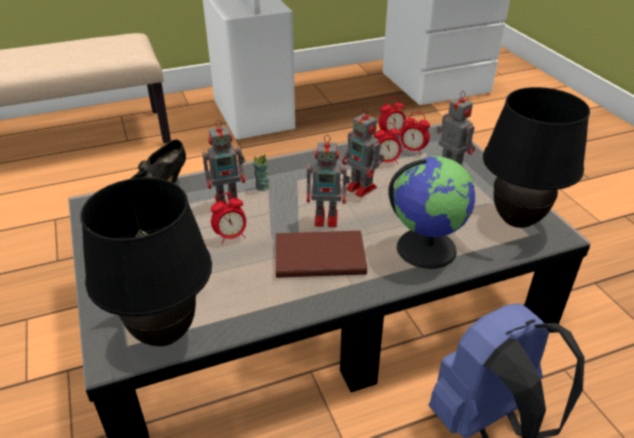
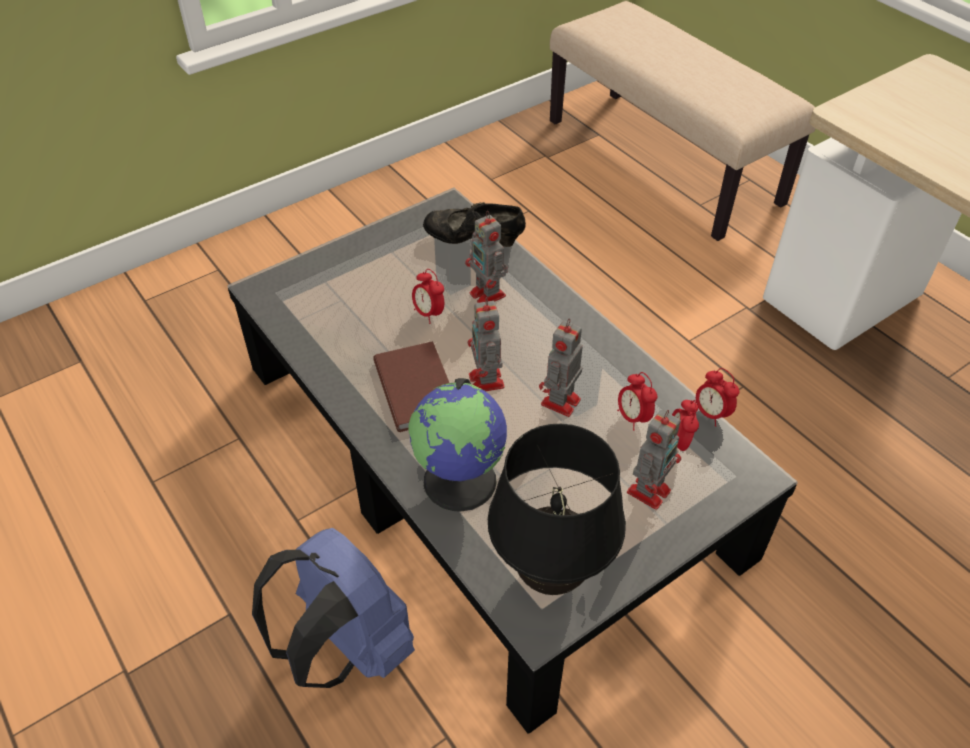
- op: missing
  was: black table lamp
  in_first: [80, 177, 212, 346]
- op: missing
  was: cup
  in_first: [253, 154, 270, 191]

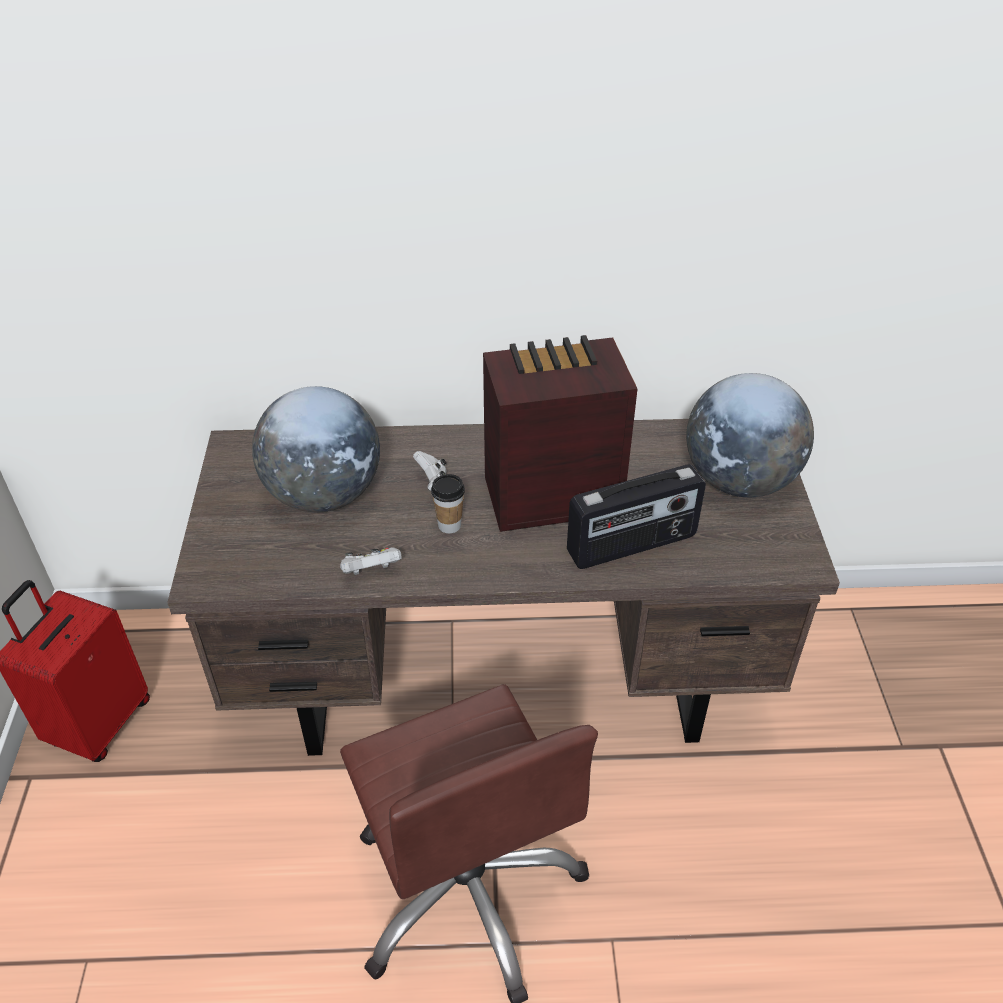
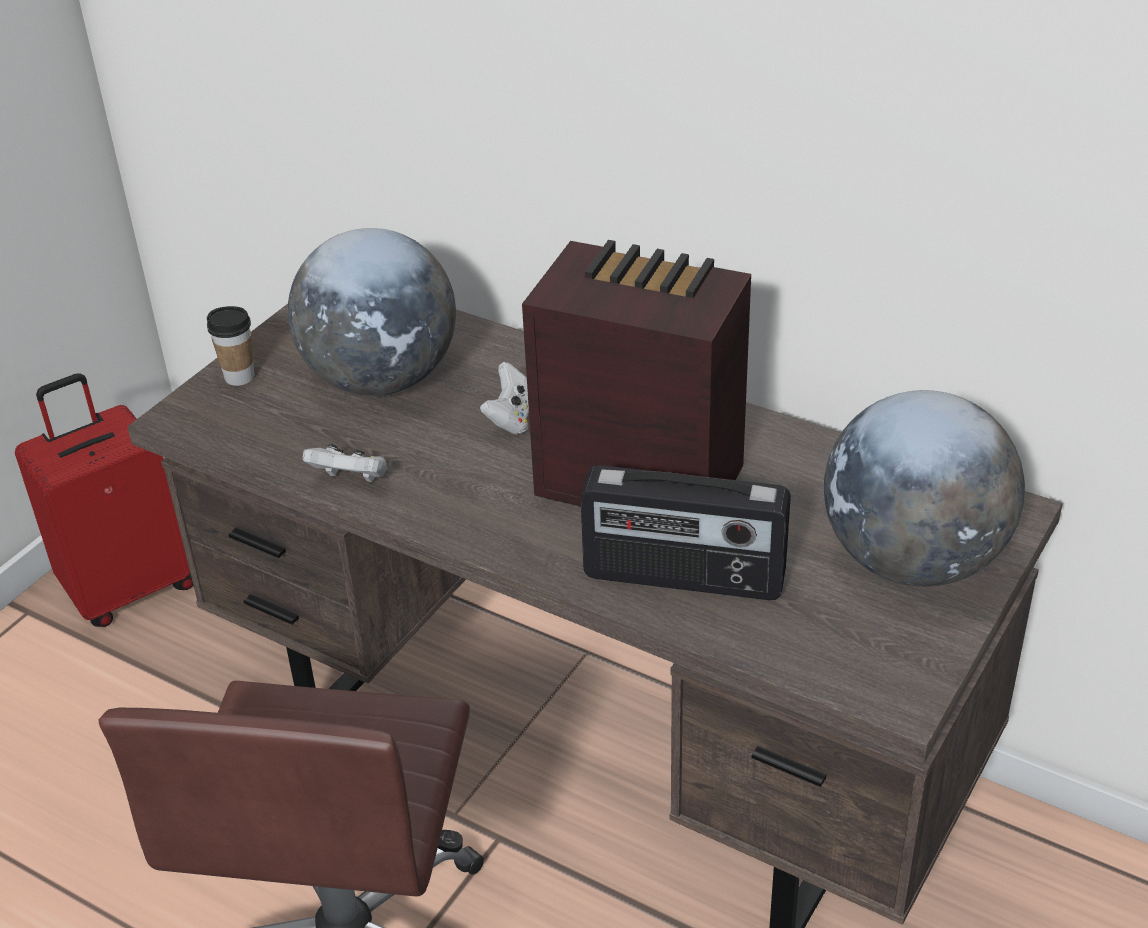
- op: relocated
  was: cup
  in_first: [431, 474, 465, 534]
  in_second: [207, 306, 254, 386]

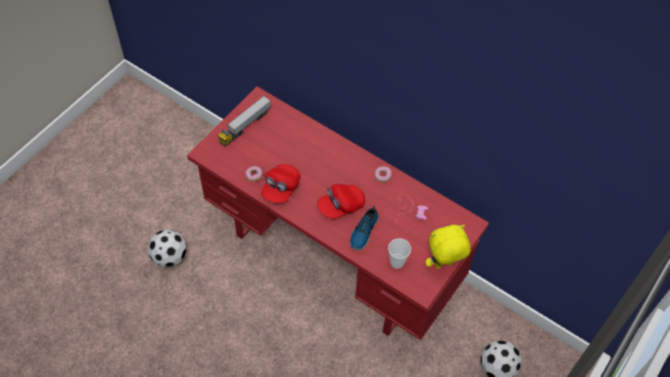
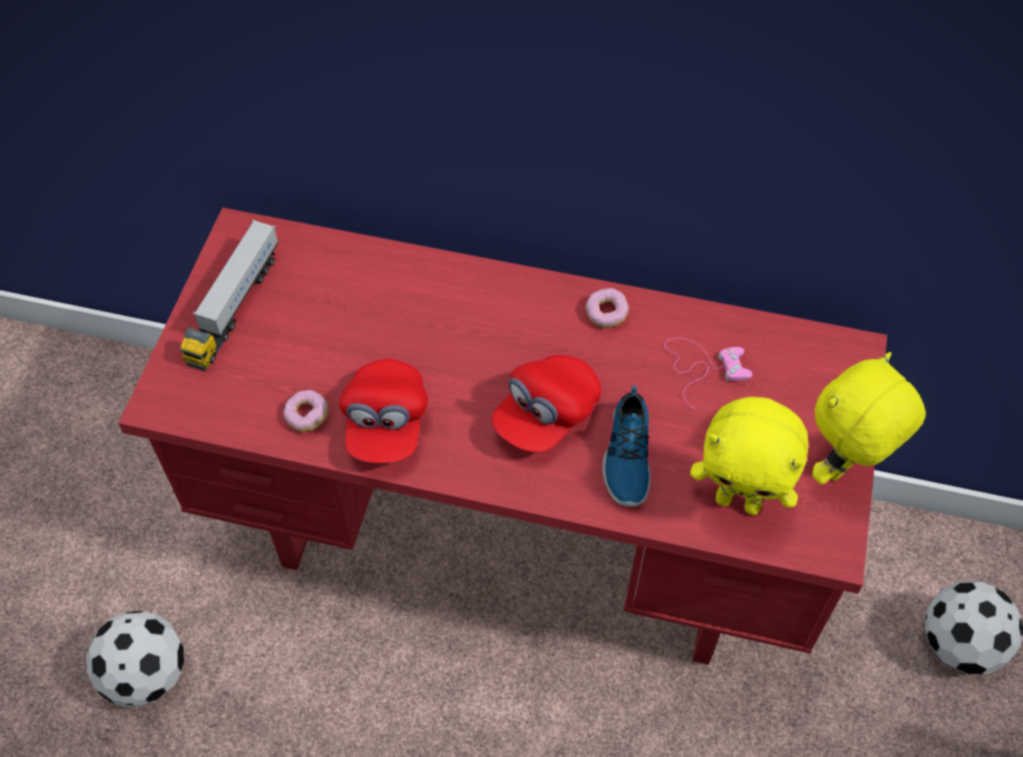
- op: exchanged
  was: cup
  now: yellow plush toy
  in_first: [388, 238, 411, 269]
  in_second: [690, 397, 808, 515]

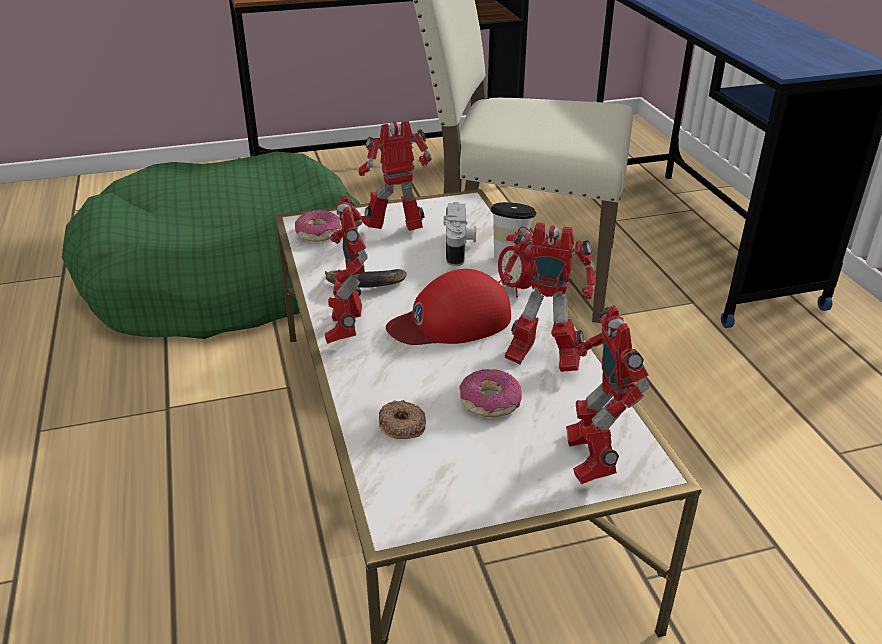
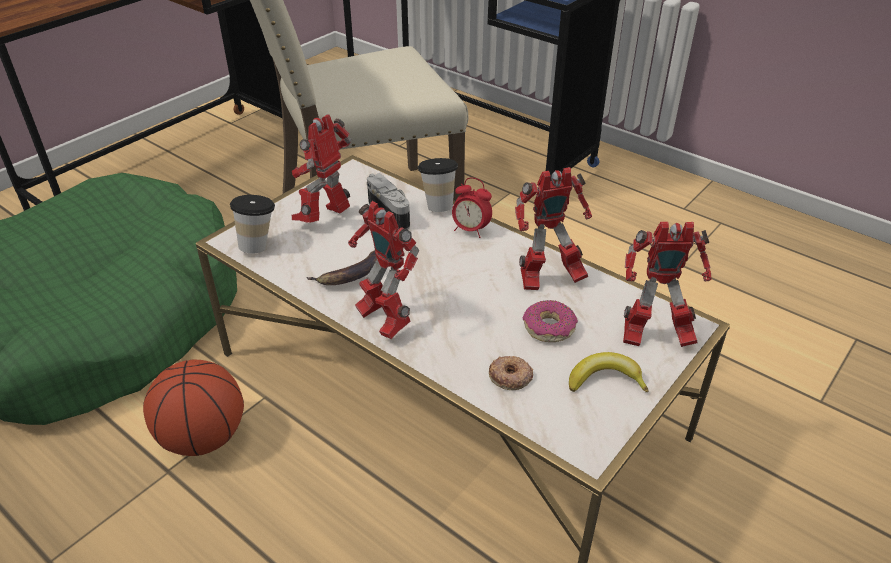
- op: missing
  was: red cap
  in_first: [386, 269, 511, 345]
- op: appeared
  now: basketball
  in_second: [143, 360, 244, 456]
- op: appeared
  now: banana
  in_second: [569, 352, 649, 393]
- op: exchanged
  was: donut
  now: cup
  in_first: [295, 210, 341, 242]
  in_second: [230, 195, 275, 253]
- op: spun
  was: toy robot
  in_first: [566, 305, 649, 484]
  in_second: [623, 222, 711, 347]
  clockwise: -45

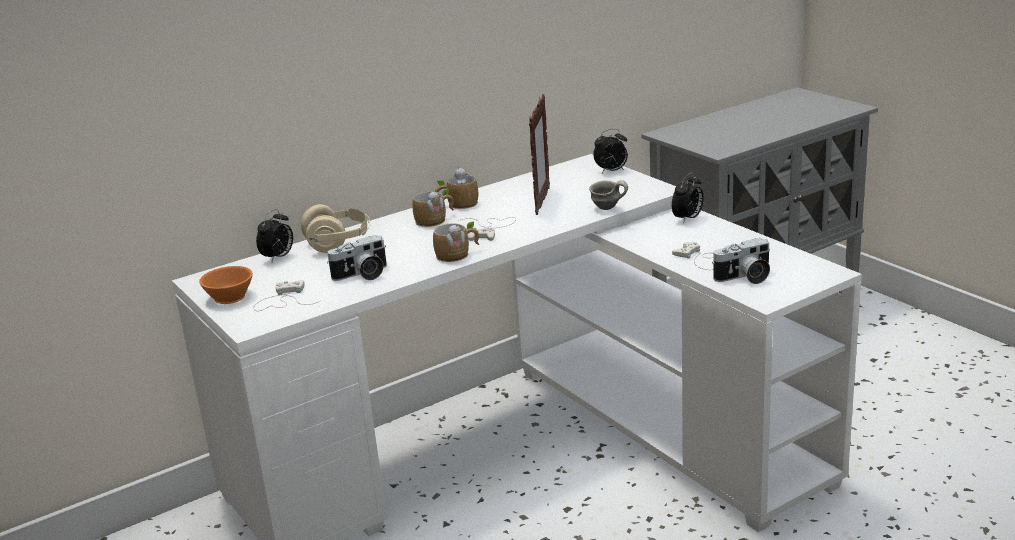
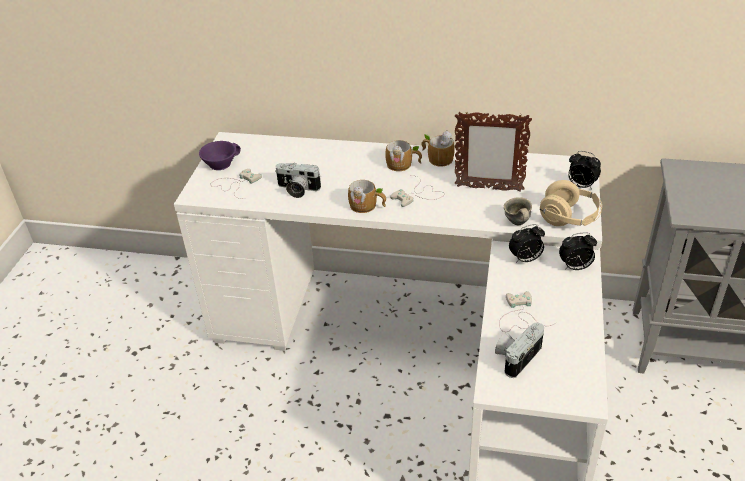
- op: relocated
  was: alarm clock
  in_first: [256, 209, 293, 262]
  in_second: [509, 224, 545, 263]
- op: relocated
  was: beige headphones
  in_first: [301, 204, 370, 253]
  in_second: [540, 180, 602, 226]
- op: colour
  was: orange cup
  now: purple cup
  in_first: [199, 266, 253, 304]
  in_second: [199, 141, 241, 170]
- op: spun
  was: picture frame
  in_first: [529, 94, 550, 215]
  in_second: [455, 111, 532, 192]
  clockwise: 45
- op: spun
  was: photo camera
  in_first: [712, 238, 770, 284]
  in_second: [495, 323, 544, 378]
  clockwise: 105

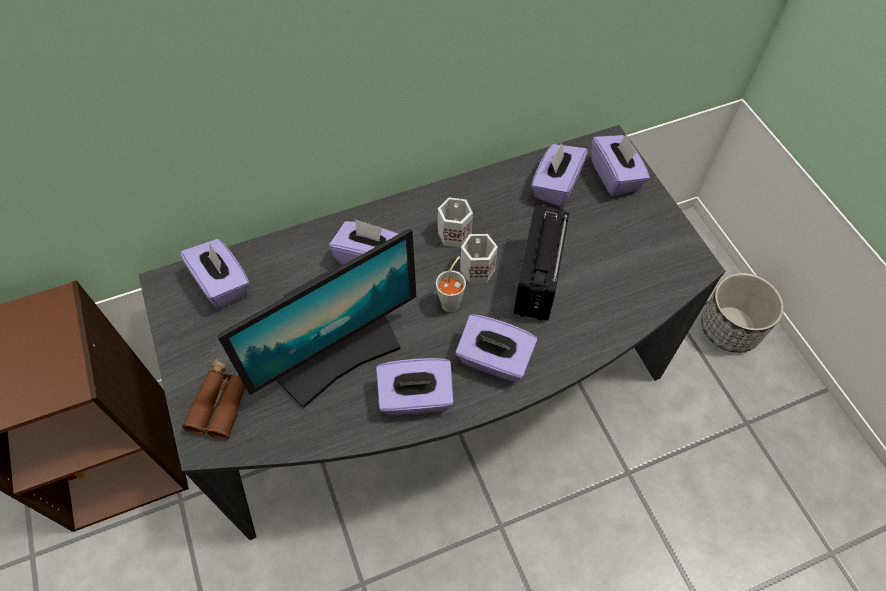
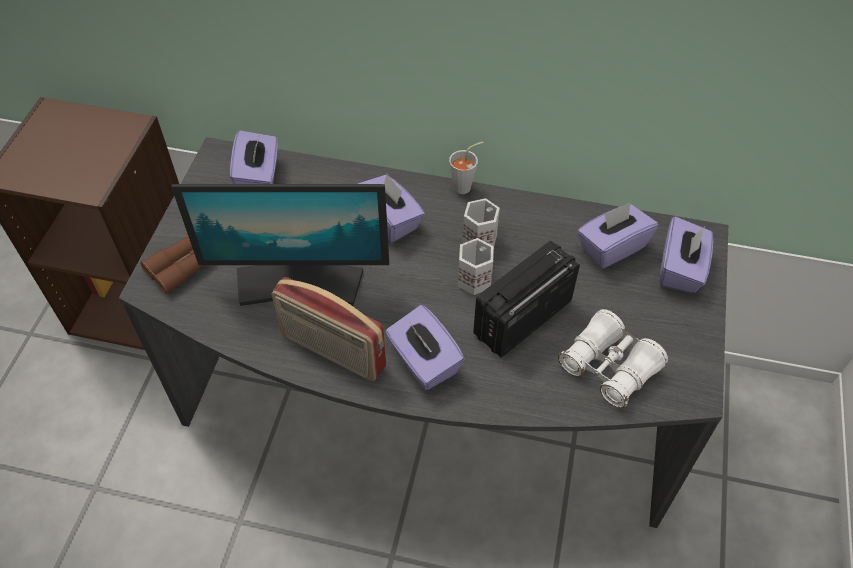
- op: missing
  was: planter
  in_first: [701, 273, 784, 353]
- op: appeared
  now: white binoculars
  in_second: [558, 309, 668, 408]
- op: relocated
  was: grey cup
  in_first: [436, 256, 466, 313]
  in_second: [449, 142, 484, 194]
- op: exchanged
  was: purple tissue box
  now: radio
  in_first: [376, 358, 454, 415]
  in_second: [272, 277, 386, 382]

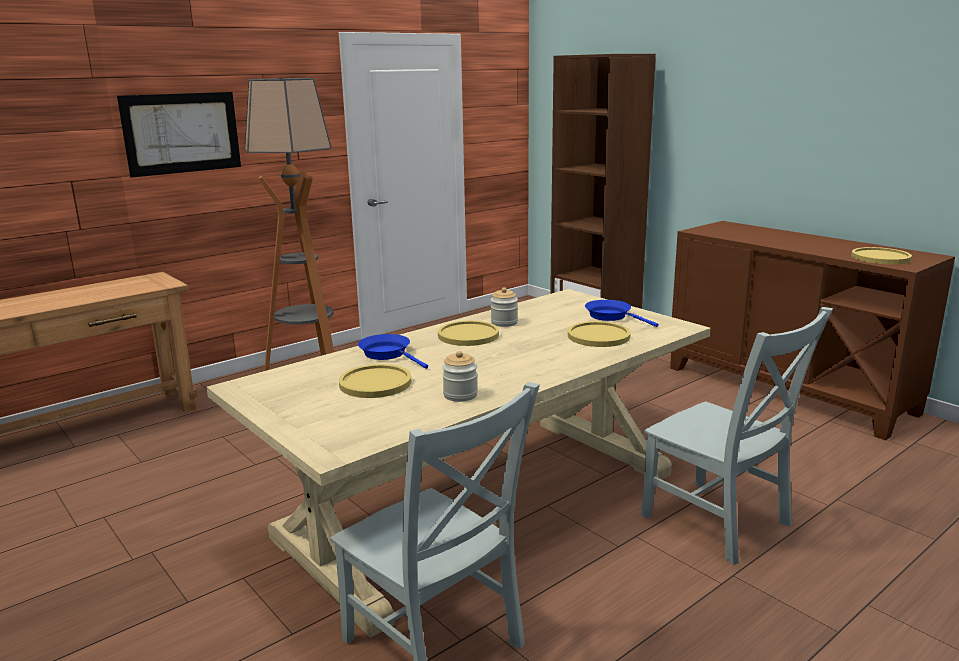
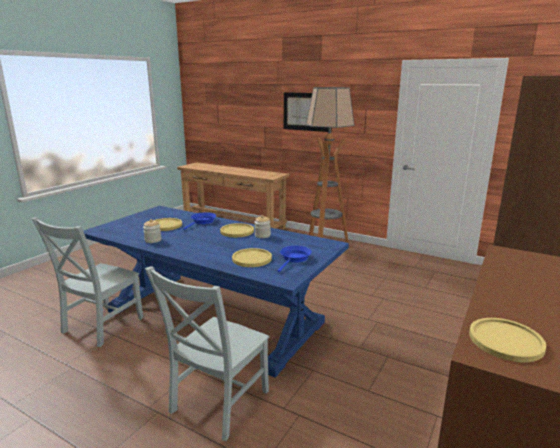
- op: colour
  was: beige dining table
  now: blue dining table
  in_first: [206, 289, 710, 638]
  in_second: [83, 206, 349, 377]

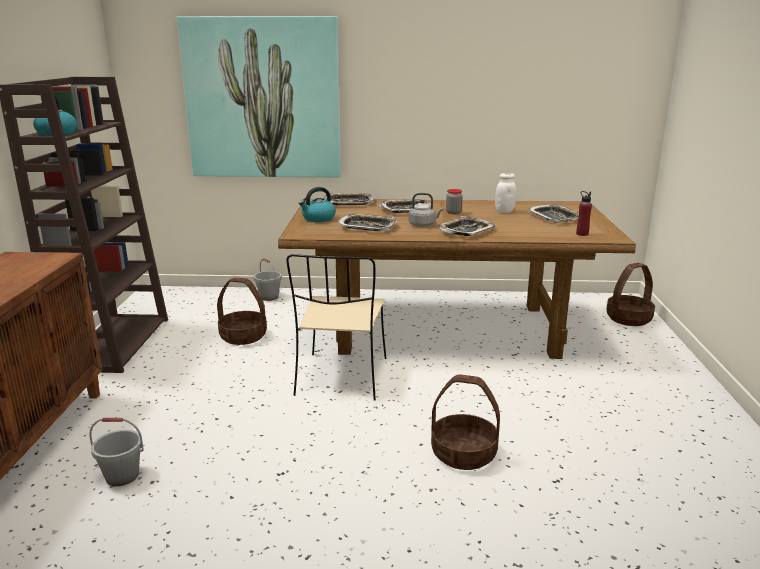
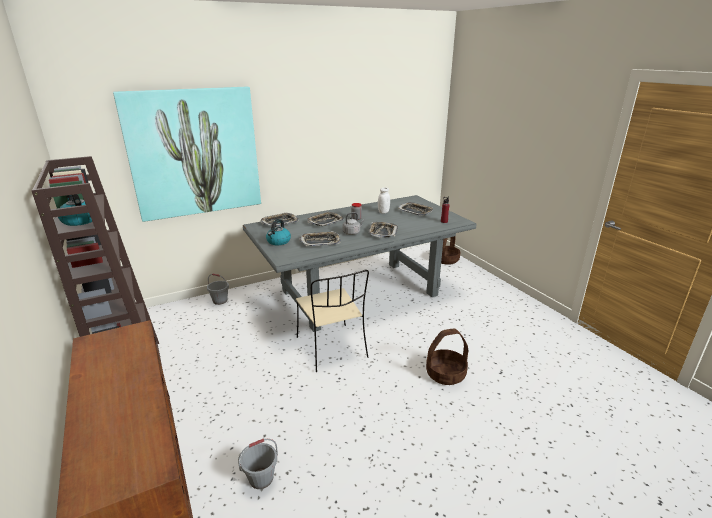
- op: missing
  was: basket
  in_first: [217, 278, 267, 345]
- op: colour
  was: brown dining table
  now: grey dining table
  in_first: [278, 199, 636, 359]
  in_second: [243, 195, 477, 332]

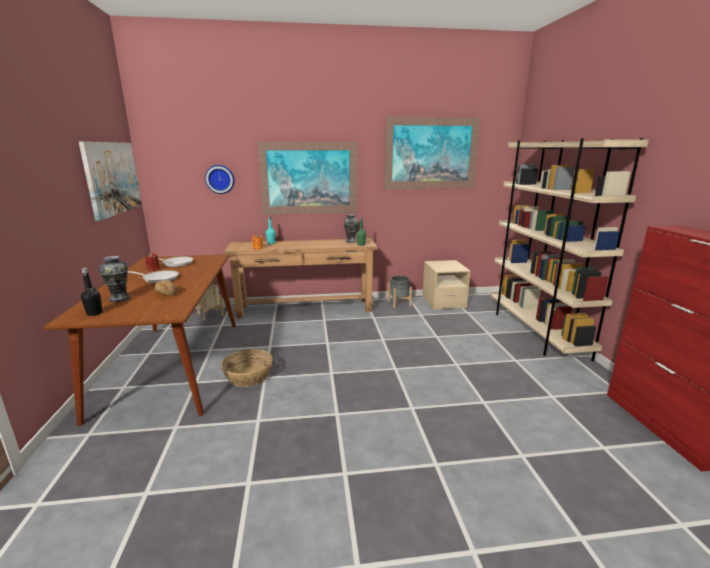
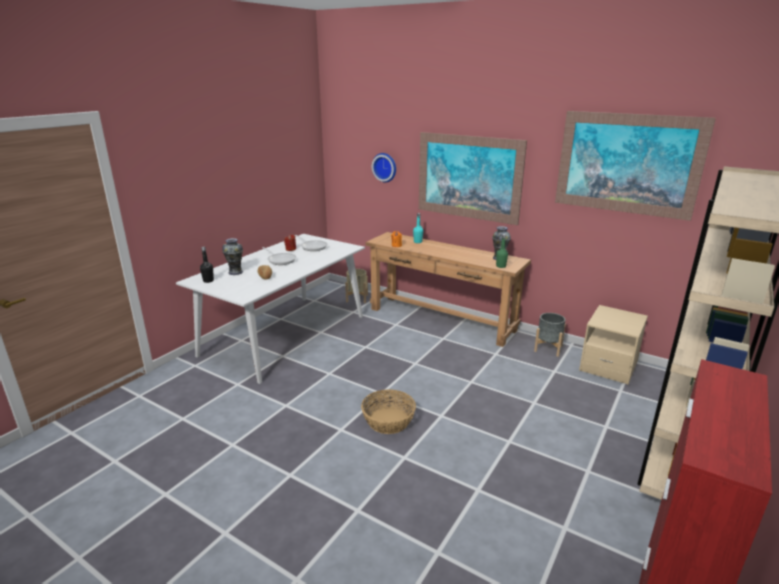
- op: missing
  was: picture
  in_first: [79, 142, 142, 221]
- op: relocated
  was: basket
  in_first: [221, 349, 273, 387]
  in_second: [361, 389, 416, 434]
- op: colour
  was: brown dining table
  now: white dining table
  in_first: [43, 254, 236, 426]
  in_second: [176, 234, 365, 384]

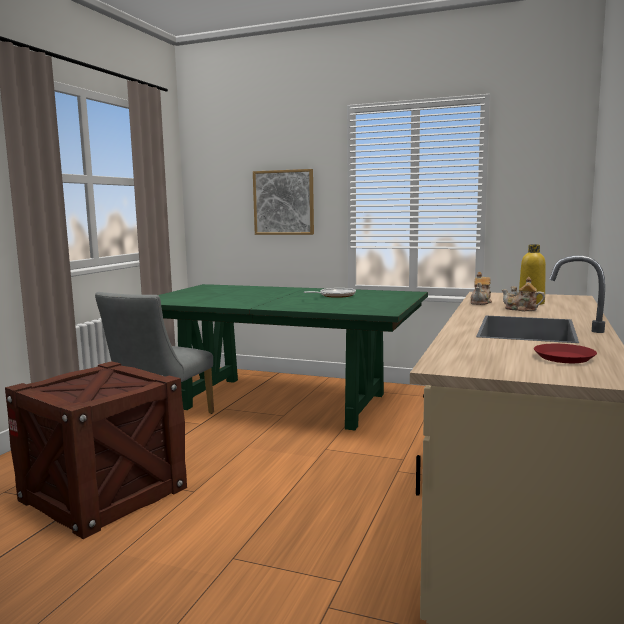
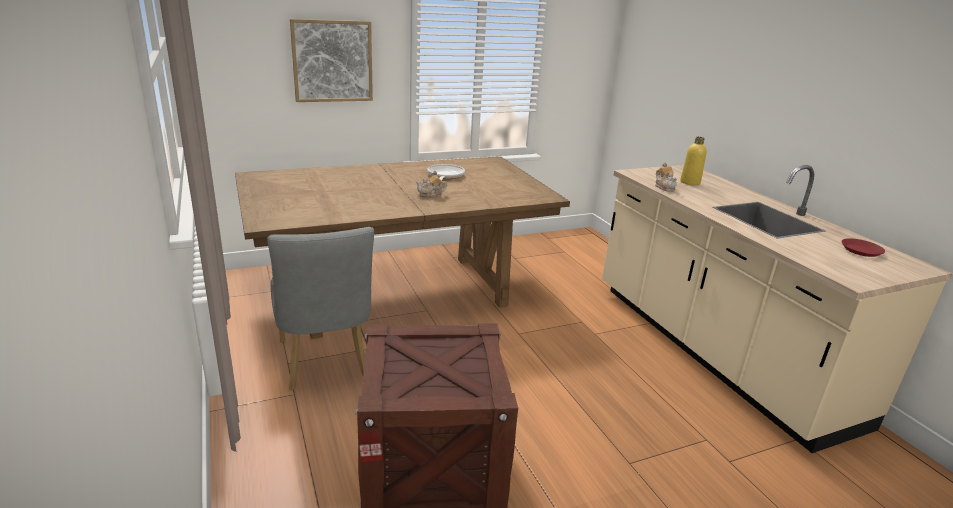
- op: relocated
  was: teapot
  in_first: [502, 277, 545, 311]
  in_second: [416, 171, 447, 198]
- op: colour
  was: green dining table
  now: brown dining table
  in_first: [158, 284, 428, 430]
  in_second: [235, 156, 570, 339]

